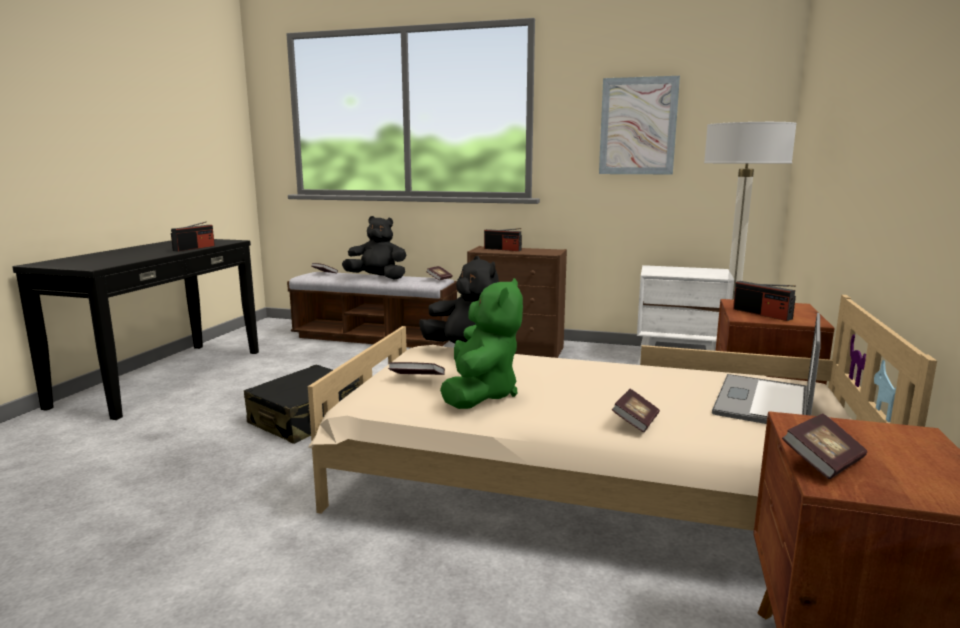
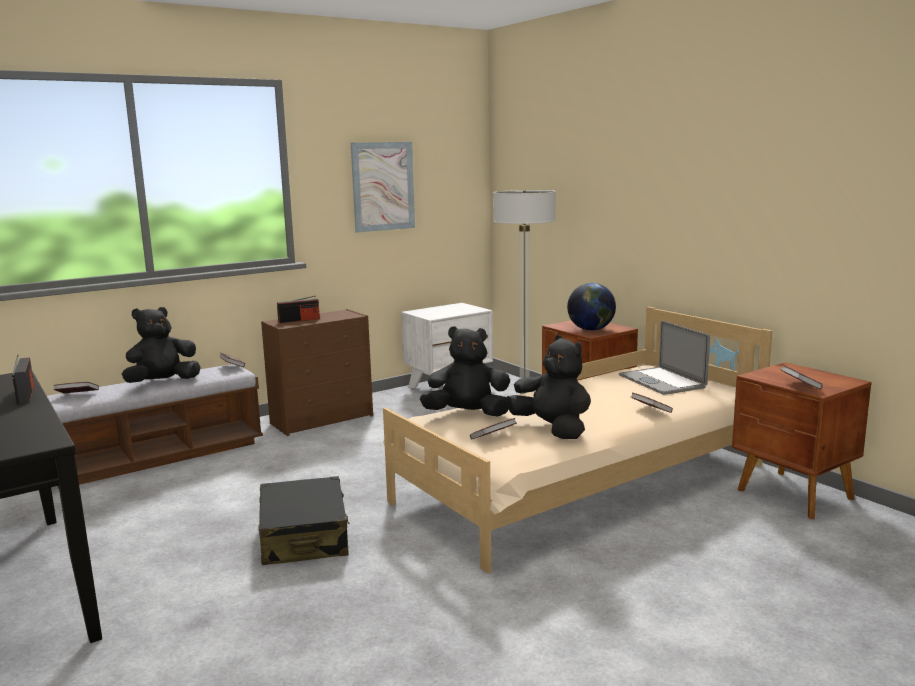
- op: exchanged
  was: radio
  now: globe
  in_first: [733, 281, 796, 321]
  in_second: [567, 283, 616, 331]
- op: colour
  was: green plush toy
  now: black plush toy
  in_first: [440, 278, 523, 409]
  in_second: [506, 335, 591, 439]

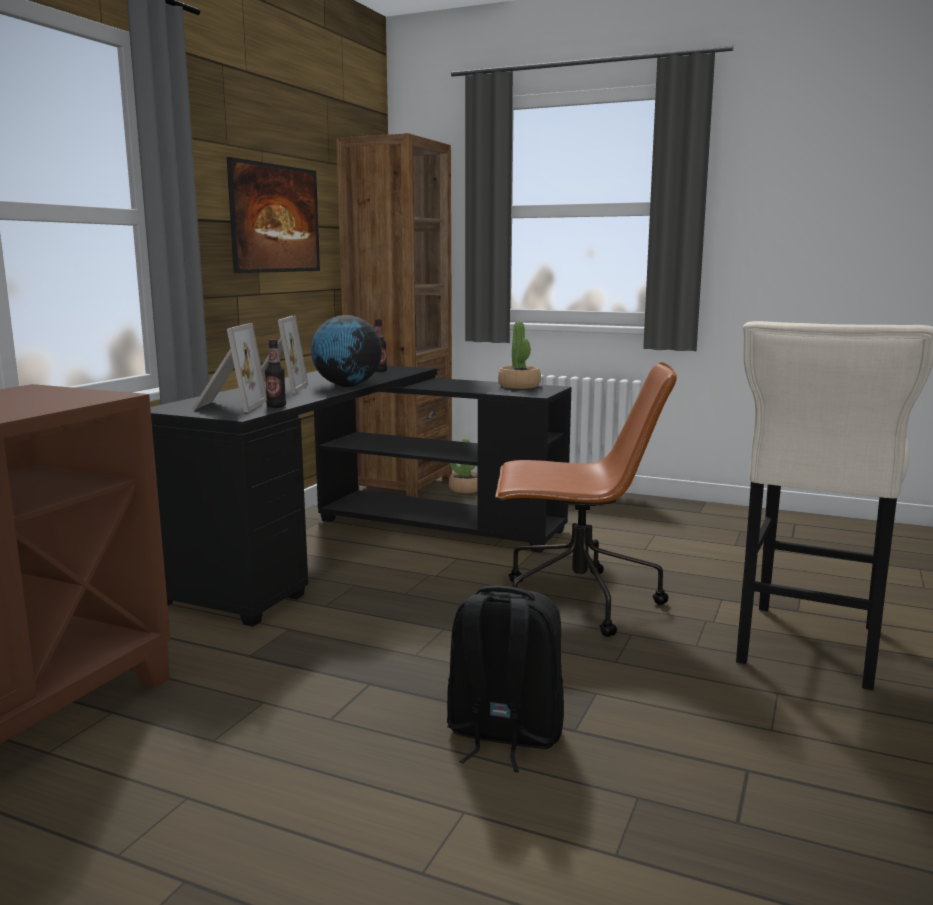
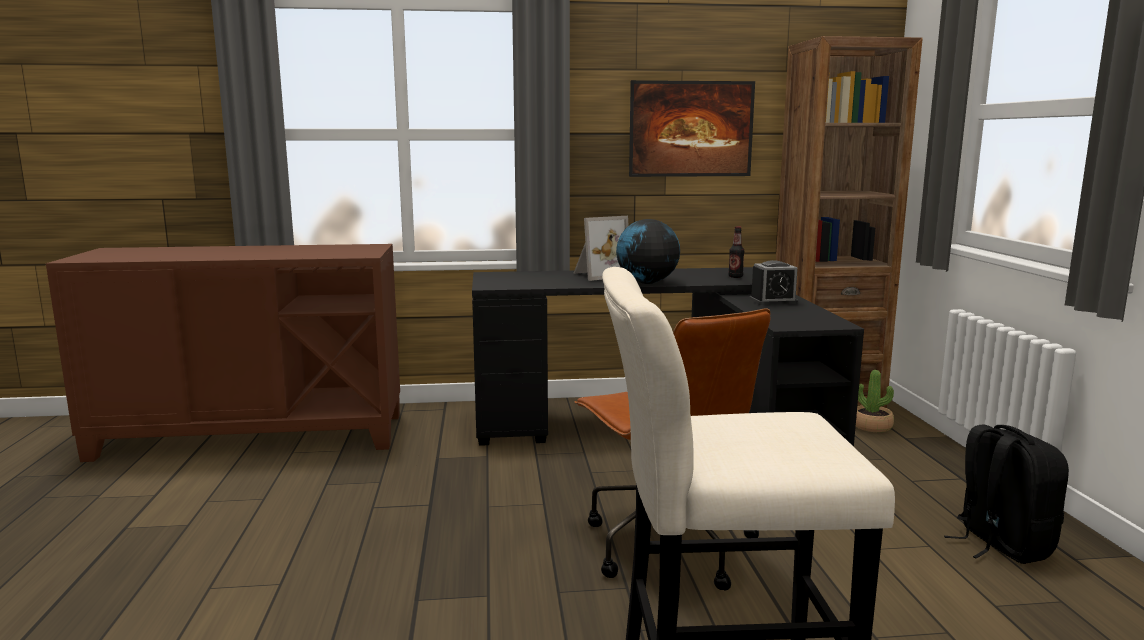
- op: missing
  was: picture frame
  in_first: [192, 323, 267, 412]
- op: missing
  was: bottle
  in_first: [265, 339, 286, 408]
- op: missing
  was: potted plant
  in_first: [498, 322, 541, 389]
- op: appeared
  now: alarm clock
  in_second: [749, 260, 798, 305]
- op: relocated
  was: black backpack
  in_first: [447, 586, 564, 772]
  in_second: [944, 424, 1069, 564]

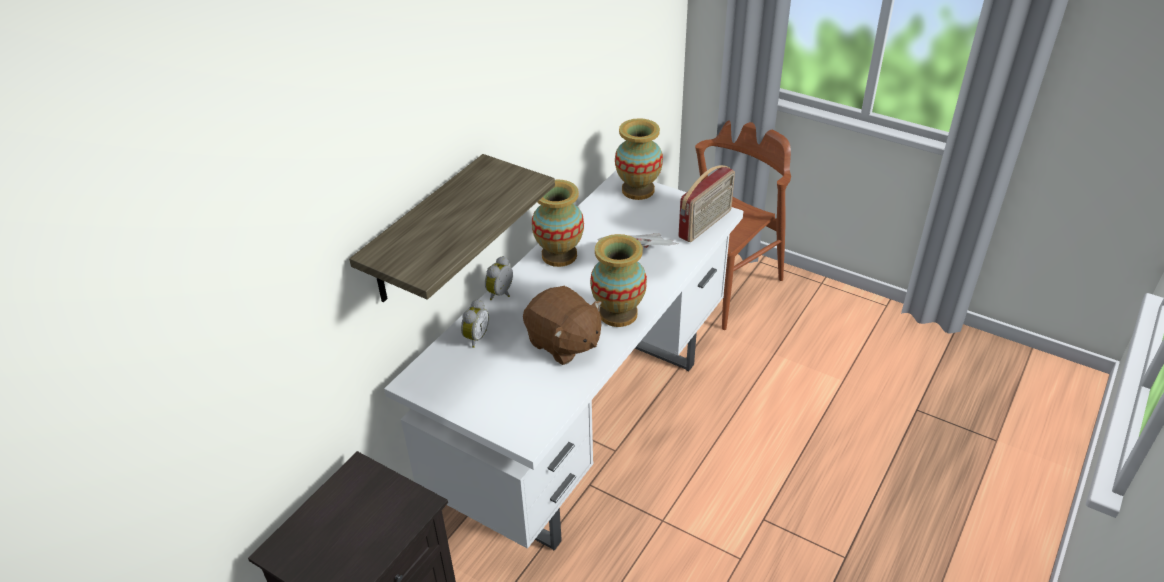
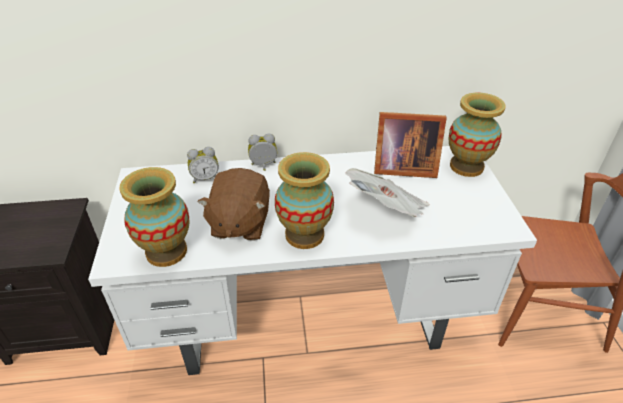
- op: missing
  was: shelf
  in_first: [349, 154, 555, 302]
- op: missing
  was: radio
  in_first: [678, 165, 735, 242]
- op: appeared
  now: picture frame
  in_second: [374, 112, 447, 178]
- op: relocated
  was: vase
  in_first: [532, 179, 584, 267]
  in_second: [119, 167, 190, 267]

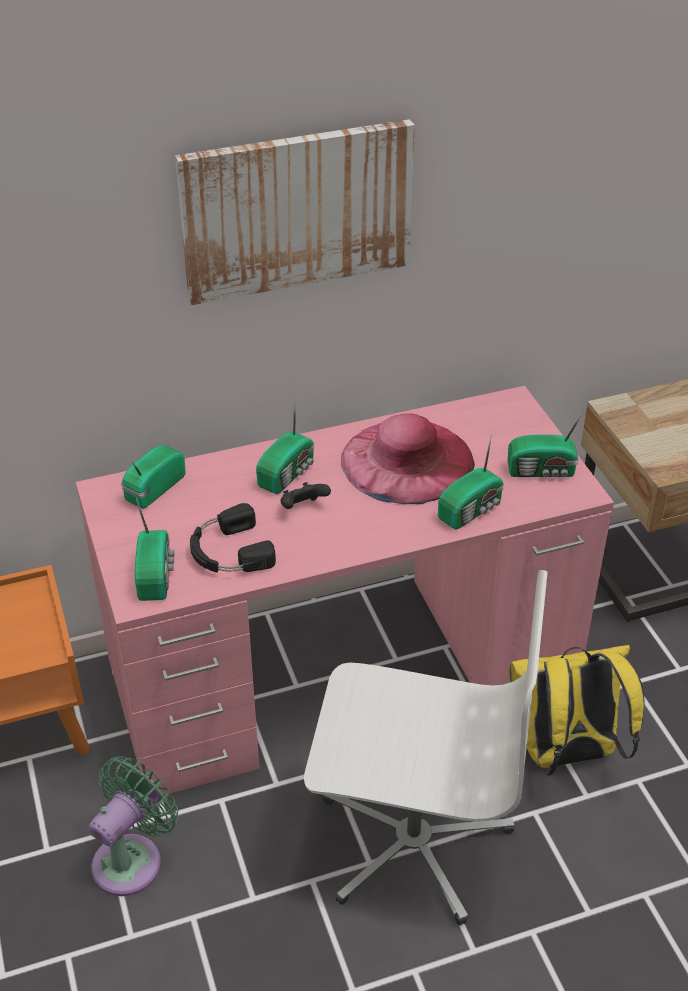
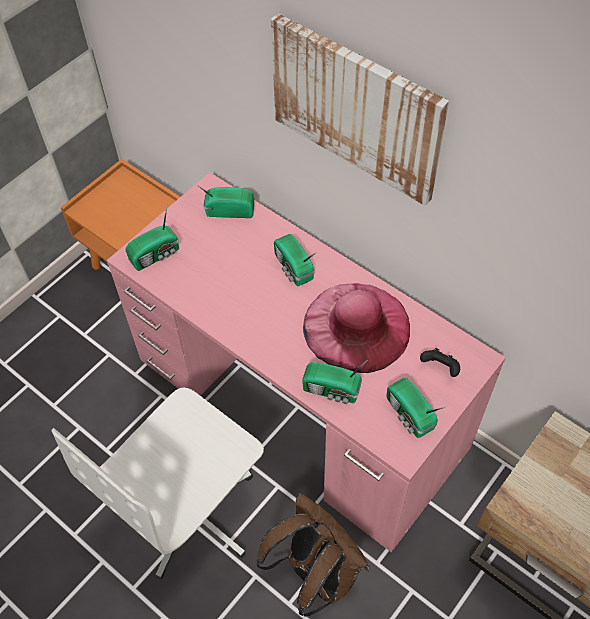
- op: missing
  was: green fan
  in_first: [89, 756, 178, 896]
- op: missing
  was: black headphones
  in_first: [190, 503, 276, 573]
- op: relocated
  was: black game controller
  in_first: [280, 482, 331, 509]
  in_second: [420, 348, 460, 377]
- op: colour
  was: yellow backpack
  now: brown backpack
  in_first: [509, 645, 645, 776]
  in_second: [256, 493, 370, 617]
- op: spun
  was: radio
  in_first: [256, 402, 314, 494]
  in_second: [274, 234, 317, 286]
  clockwise: 60
- op: spun
  was: white office chair
  in_first: [304, 570, 548, 926]
  in_second: [51, 388, 264, 579]
  clockwise: 60

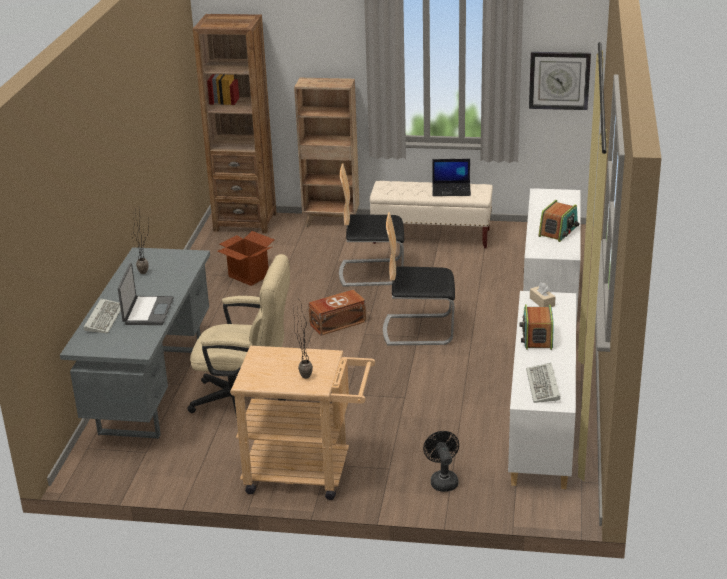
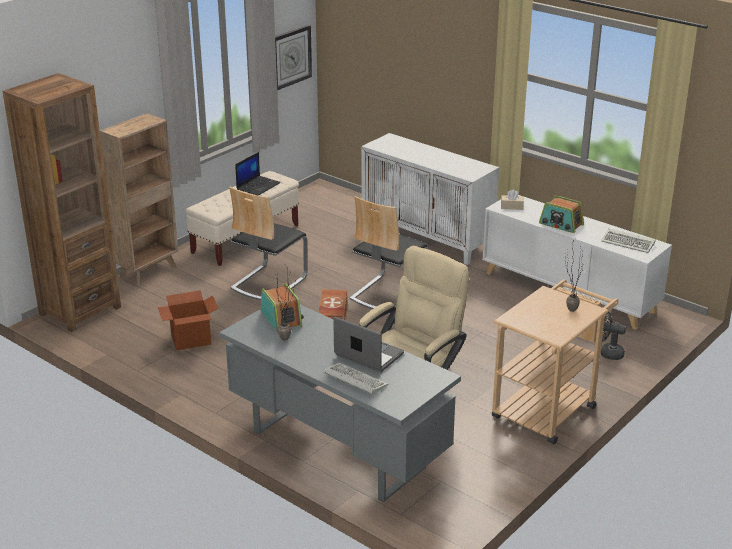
- op: relocated
  was: radio
  in_first: [539, 200, 579, 242]
  in_second: [261, 283, 304, 332]

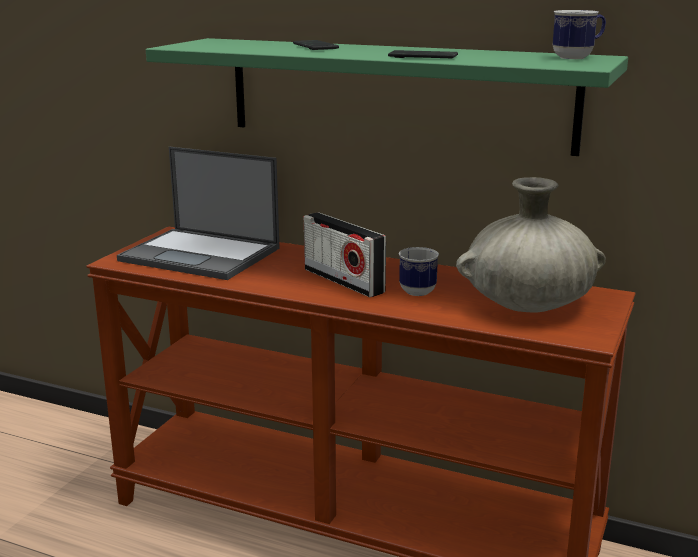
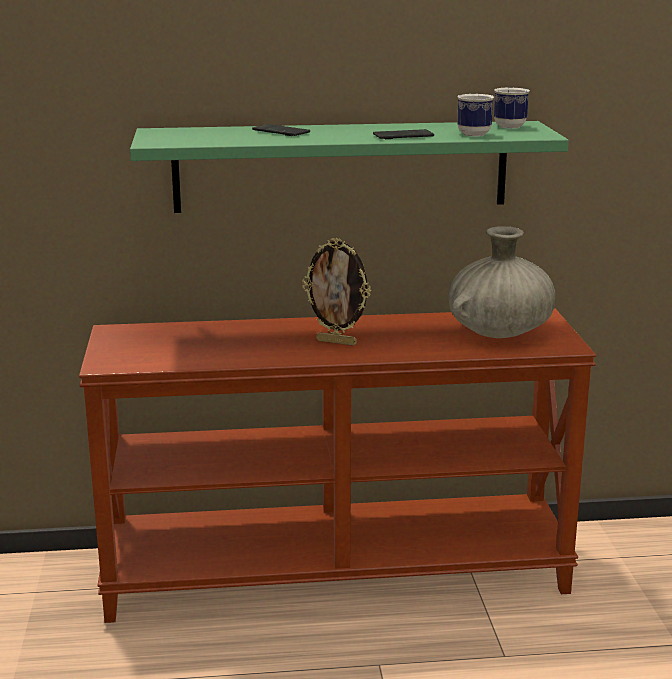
- op: missing
  was: laptop
  in_first: [117, 147, 280, 280]
- op: relocated
  was: mug
  in_first: [399, 247, 439, 296]
  in_second: [457, 94, 494, 136]
- op: exchanged
  was: radio
  now: picture frame
  in_first: [304, 212, 386, 297]
  in_second: [302, 238, 371, 345]

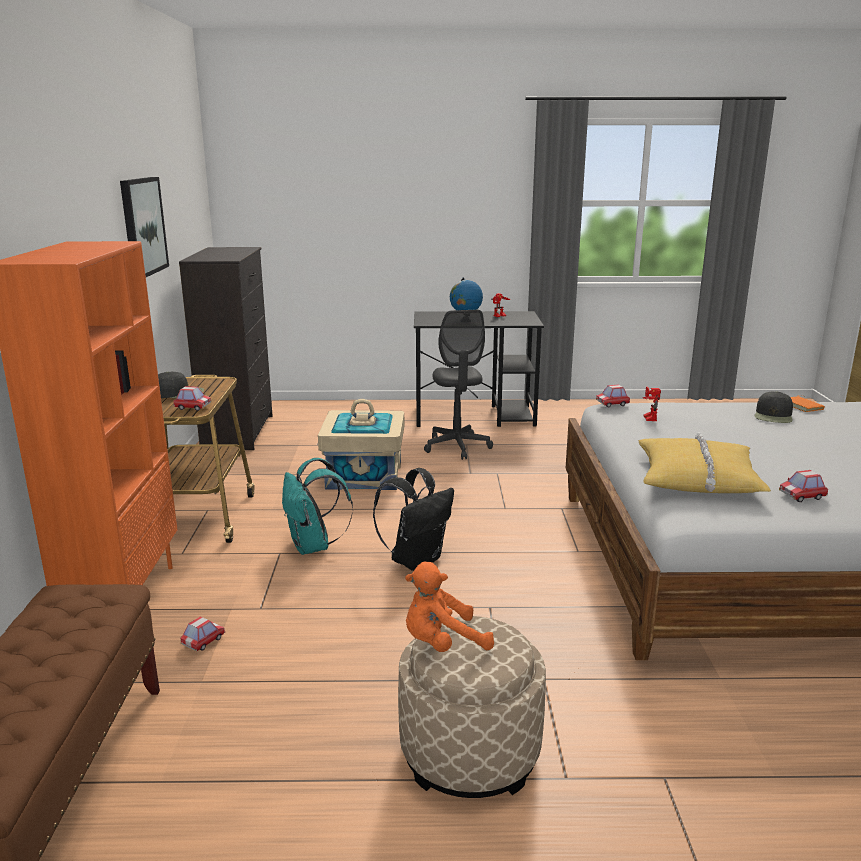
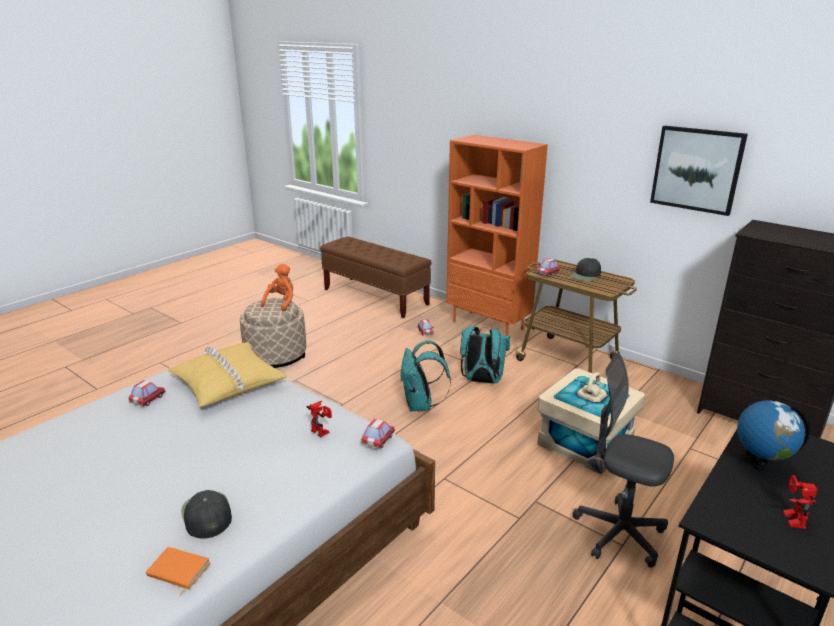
- op: colour
  was: black backpack
  now: turquoise backpack
  in_first: [373, 468, 454, 571]
  in_second: [400, 340, 451, 412]

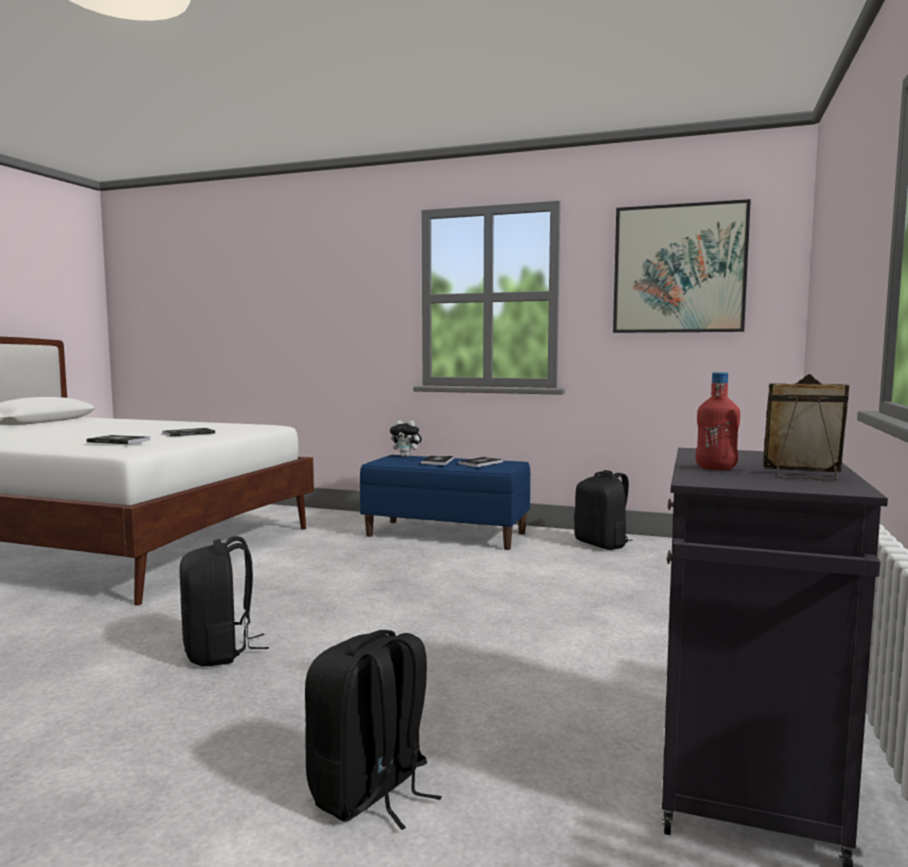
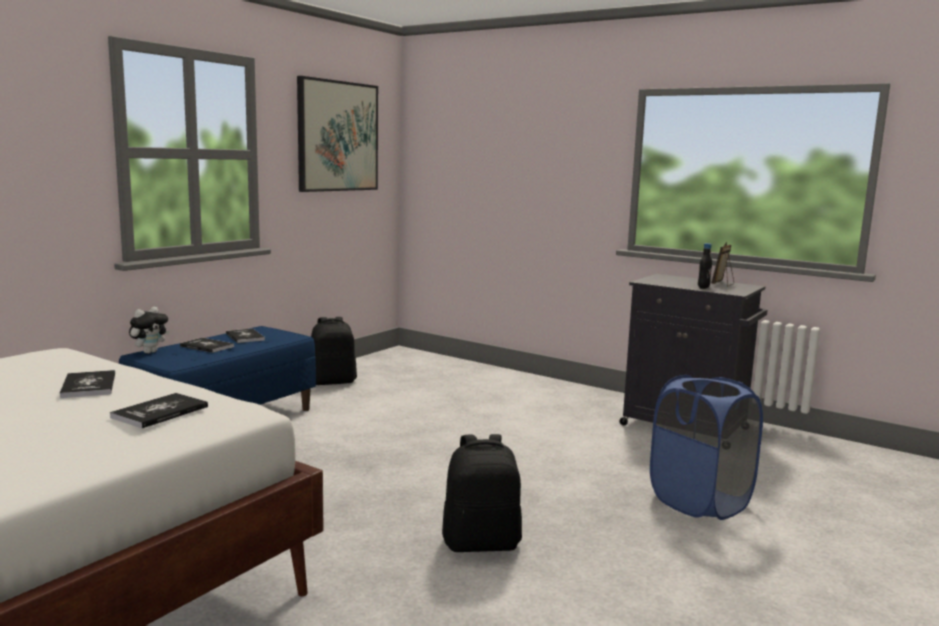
- op: exchanged
  was: black backpack
  now: blue laundry basket
  in_first: [305, 630, 442, 830]
  in_second: [650, 375, 763, 520]
- op: colour
  was: red bottle
  now: black bottle
  in_first: [695, 372, 740, 470]
  in_second: [698, 243, 712, 289]

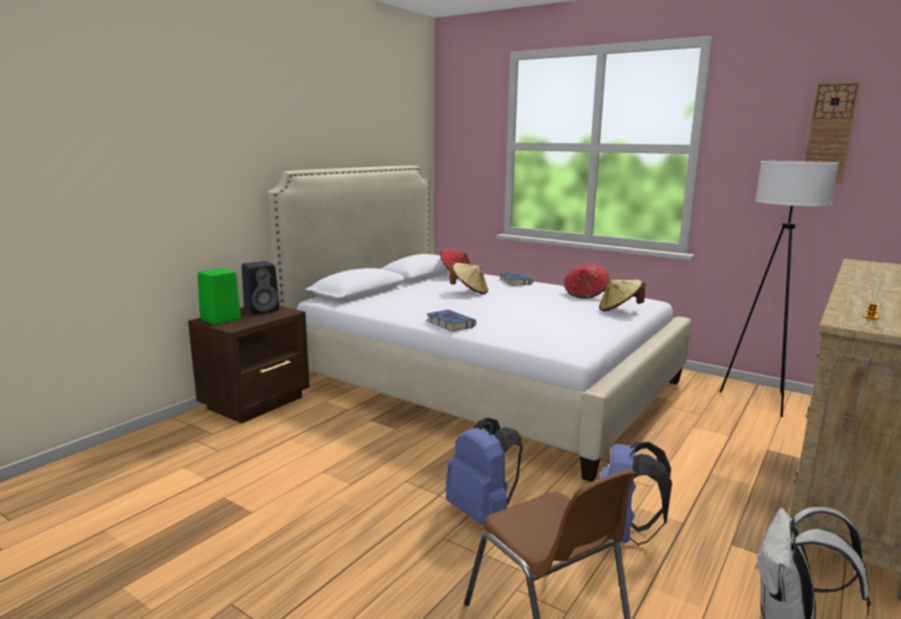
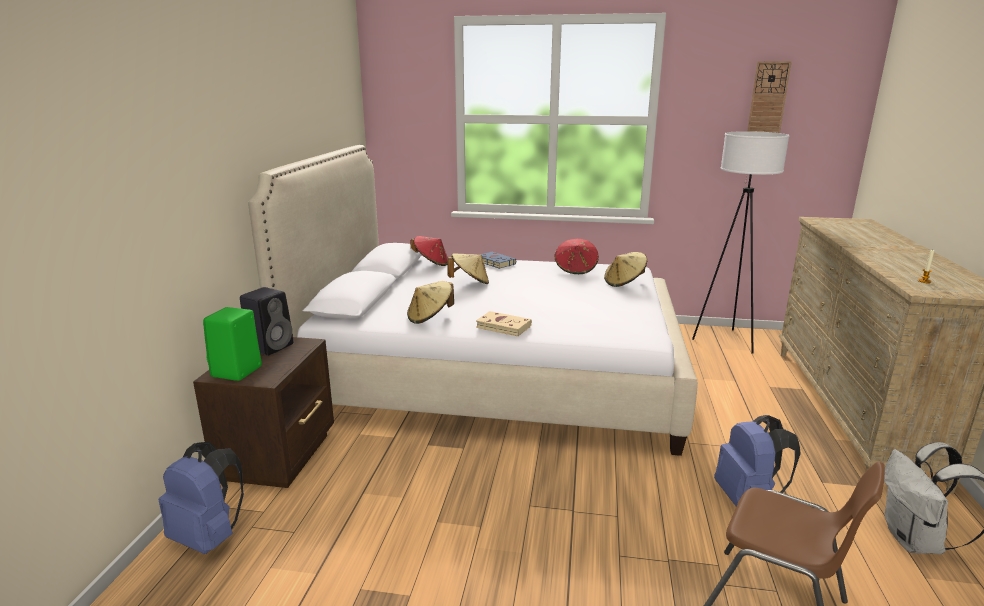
- op: appeared
  now: beige hat
  in_second: [407, 281, 454, 324]
- op: relocated
  was: blue backpack
  in_first: [446, 418, 523, 525]
  in_second: [159, 442, 244, 554]
- op: colour
  was: blue book
  now: beige book
  in_first: [426, 309, 476, 331]
  in_second: [476, 311, 532, 337]

